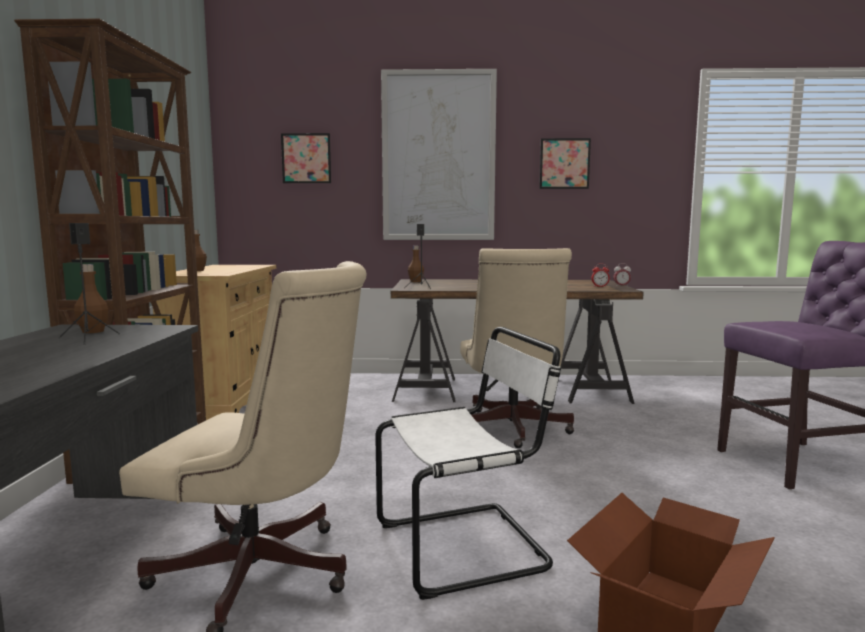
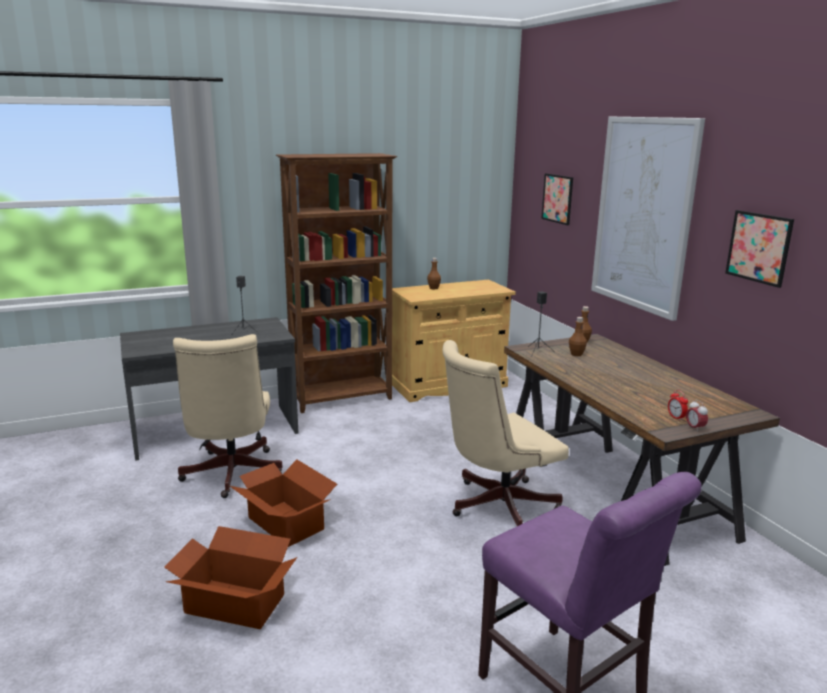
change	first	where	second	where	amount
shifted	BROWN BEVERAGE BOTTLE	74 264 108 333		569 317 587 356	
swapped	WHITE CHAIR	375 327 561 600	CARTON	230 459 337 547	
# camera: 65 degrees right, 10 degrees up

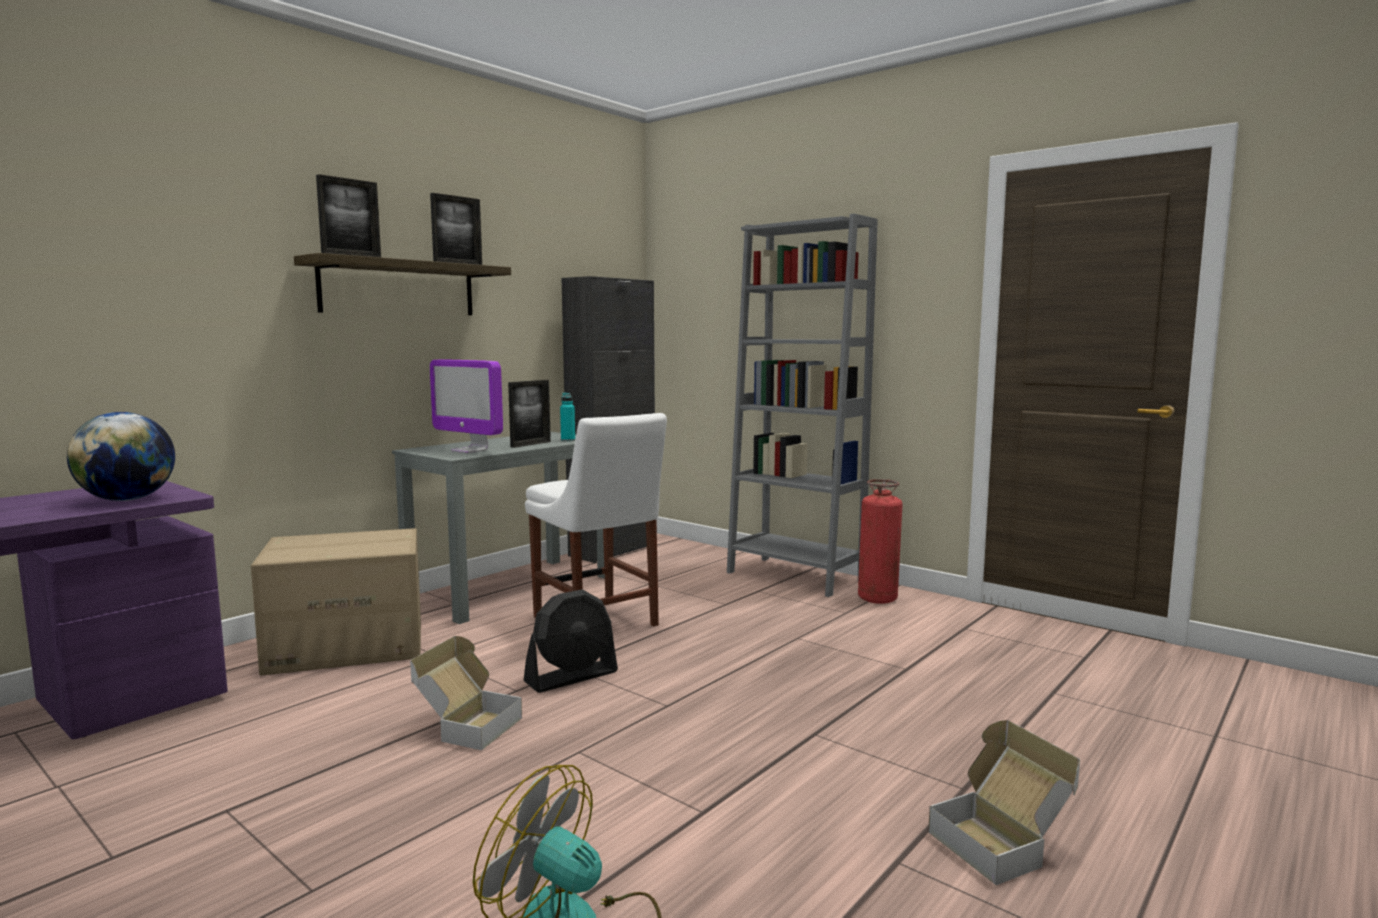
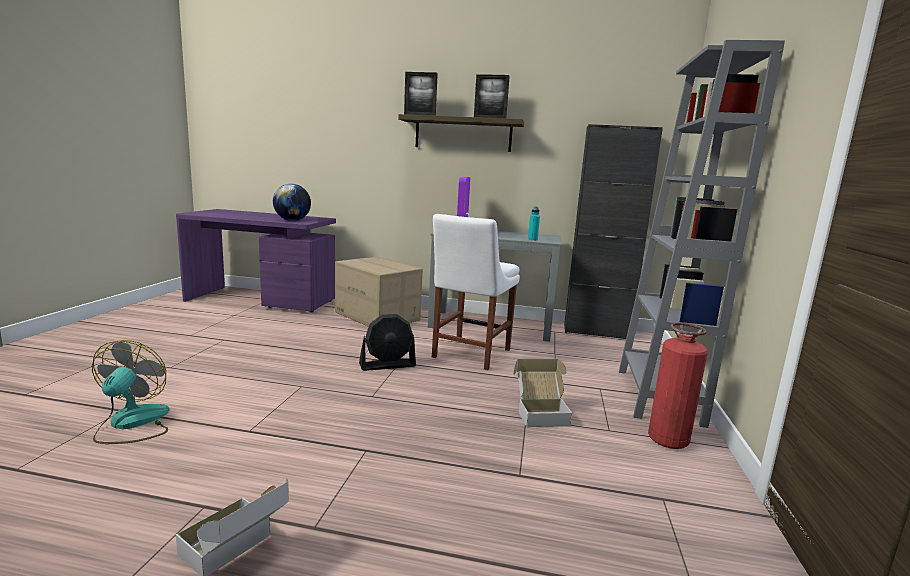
change	first	where	second	where	amount
shifted	CARTON	410 636 522 750		514 359 572 427	
gone	STANDING FRAME	508 380 551 448			
rotated	BLACK-COLOURED ELECTRIC FAN	523 589 618 693		359 314 416 371	45 degrees counterclockwise
# camera: 60 degrees right, 5 degrees up

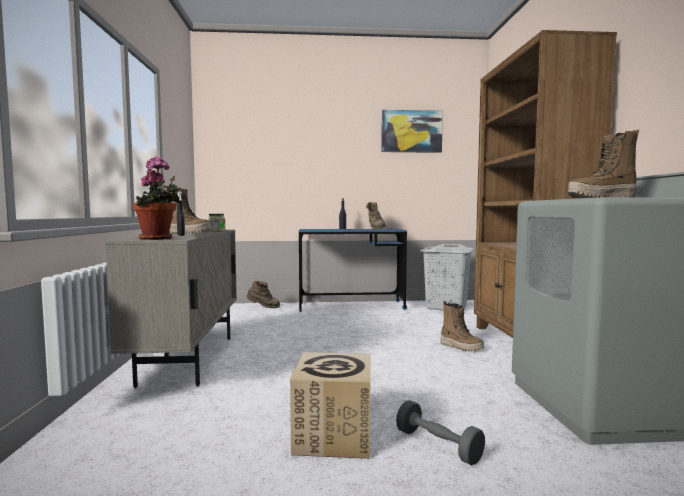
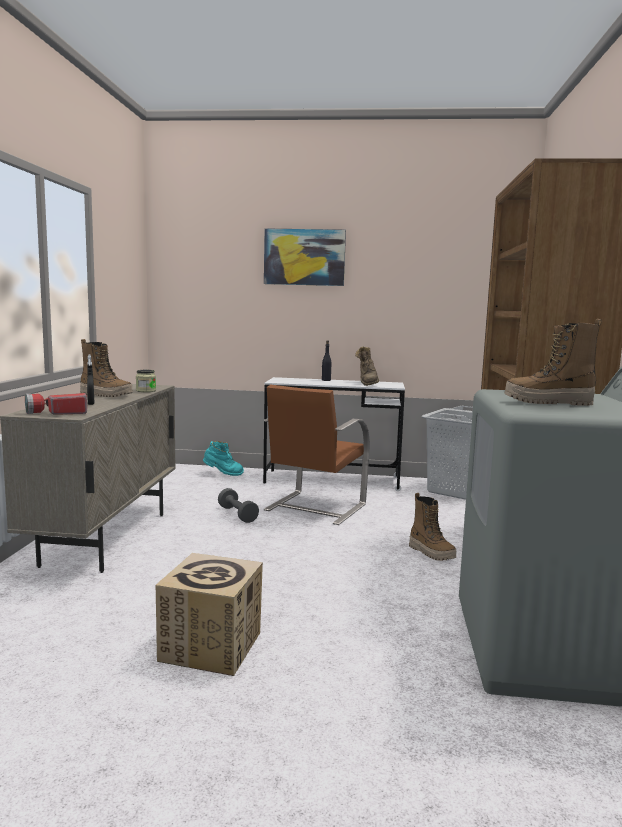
change	first	where	second	where	amount
swapped	PLANT IN A POT	133 156 180 240	FLASHLIGHT	25 393 87 415	
repainted	BROWN HIGH-TOP BOOT	247 281 280 308	BLUE-GREEN HIGH-TOP BOOT	203 441 244 476	
repainted	BLUE DESK UNIT	299 229 407 312	WHITE DESK UNIT	263 377 405 491	
shifted	WALL PICTURE	381 110 443 153		264 229 346 286	
shifted	GRAY DUMBBELL	396 400 485 465		218 488 259 523	
new			BROWN CHAIR	264 385 370 525	
# camera: 10 degrees right, 5 degrees up

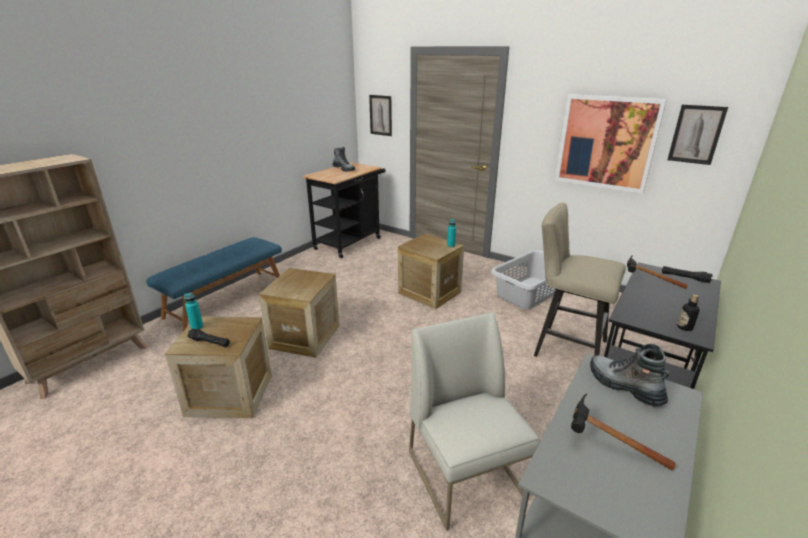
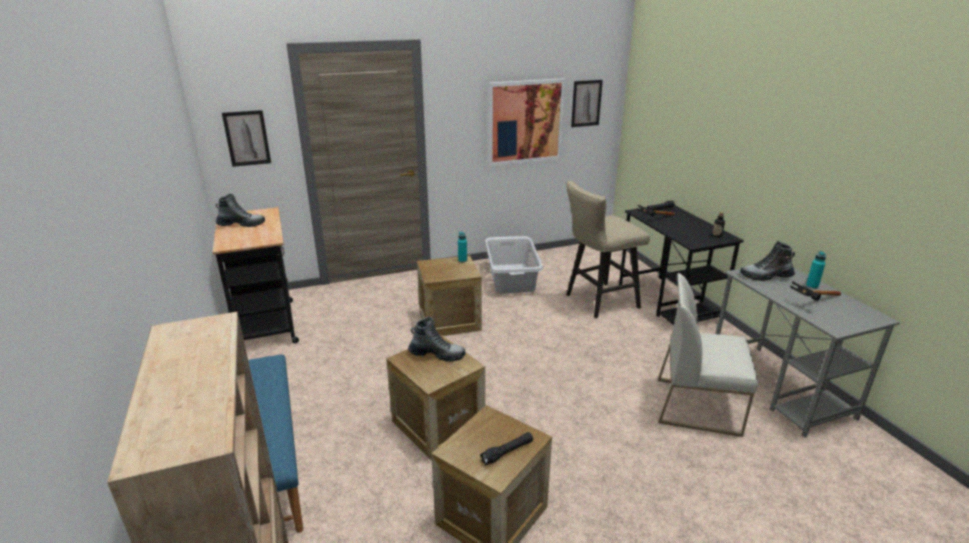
change	first	where	second	where	amount
shifted	BLUE-GREEN BEVERAGE BOTTLE	184 293 203 330		806 251 826 289	
new			HIGH-TOP BOOT	408 316 466 362	
# camera: 55 degrees left, 0 degrees up

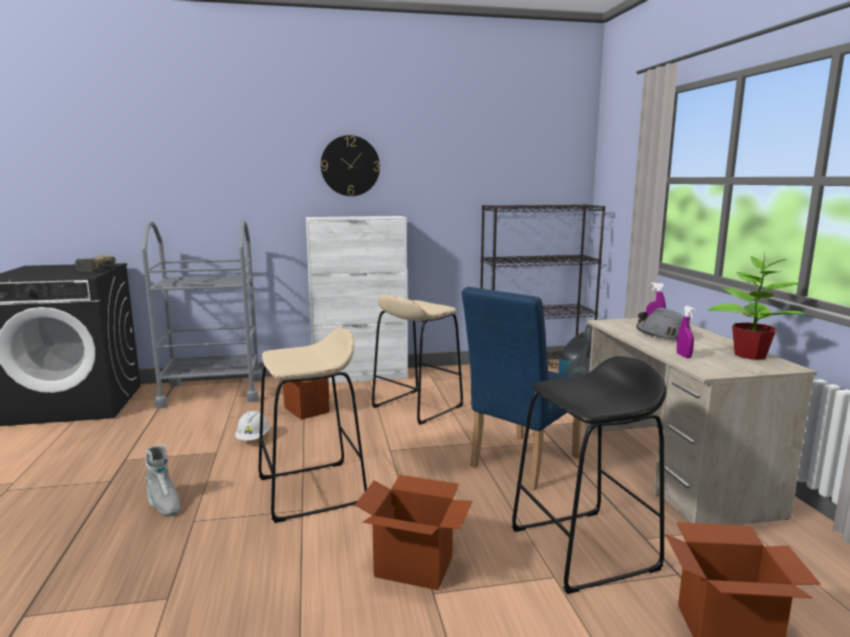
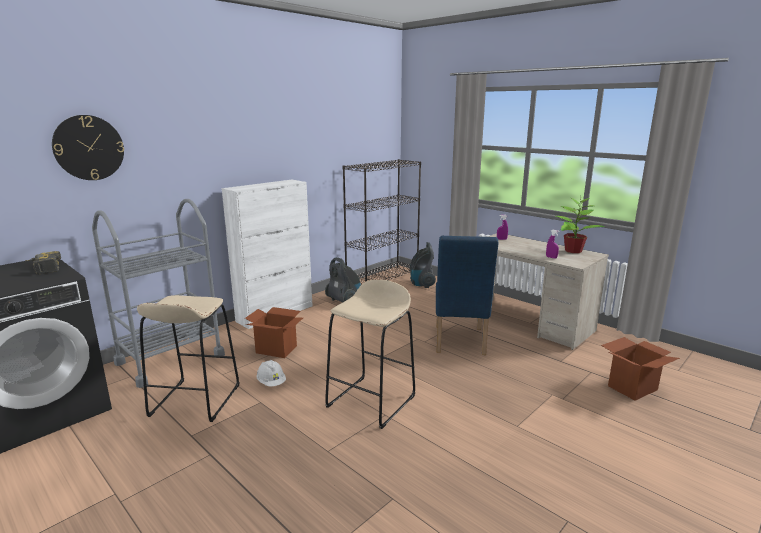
change	first	where	second	where	amount
gone	GRAY HIGH-TOP BOOT	145 444 180 516			
shifted	WALL CLOCK	321 135 380 196		52 115 124 180	
gone	CARTON	355 475 472 590			
shifted	BEIGE SITTING STOOL	372 295 463 425		137 295 239 422	
gone	BLACK-COLOURED SITTING STOOL	512 356 667 594			
gone	GRAY WORK HELMET	636 308 691 340			
new			HOOVER	325 257 361 302	
# camera: 35 degrees left, 5 degrees up

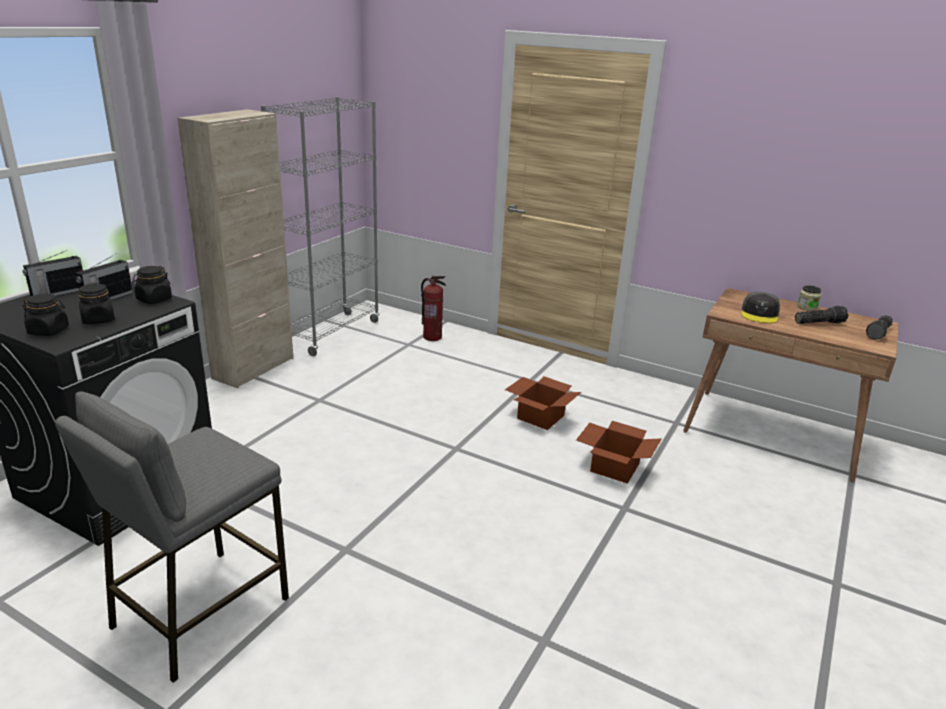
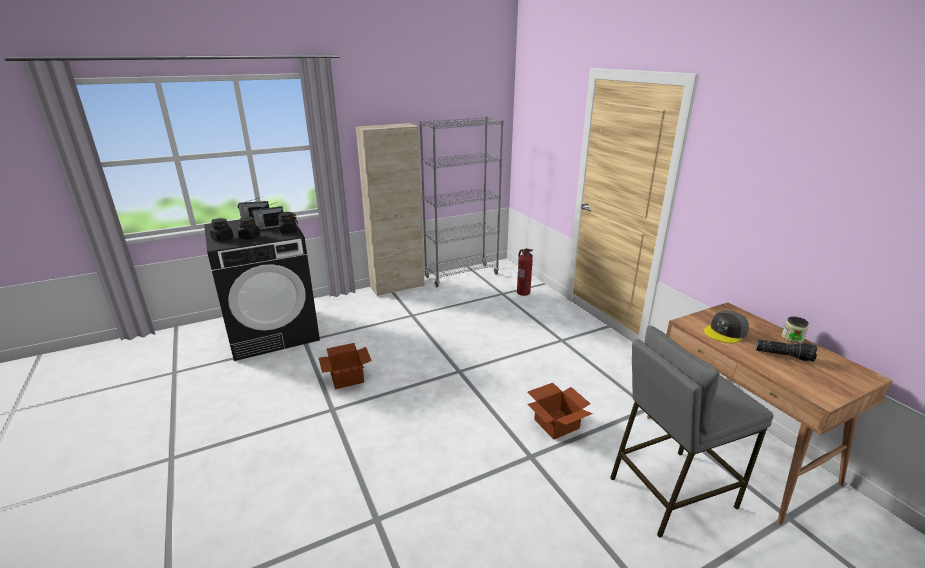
change	first	where	second	where	amount
shifted	GRAY SITTING STOOL	55 391 289 683		610 326 774 538	
shifted	CARTON	505 376 581 430		319 343 372 389	
gone	FLASHLIGHT	866 315 893 340			
# camera: 35 degrees right, 0 degrees up

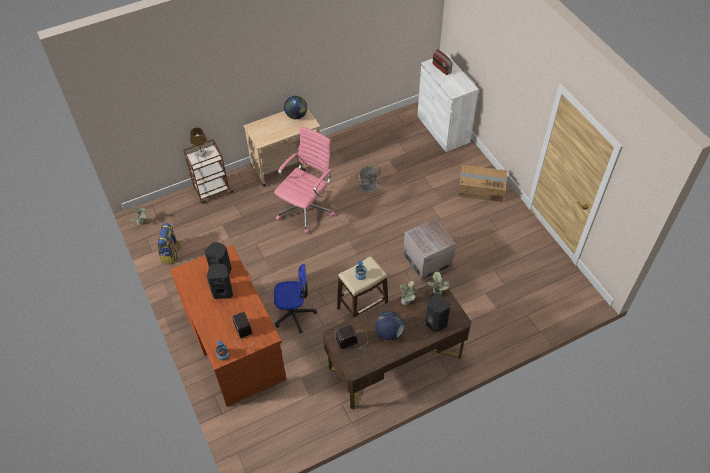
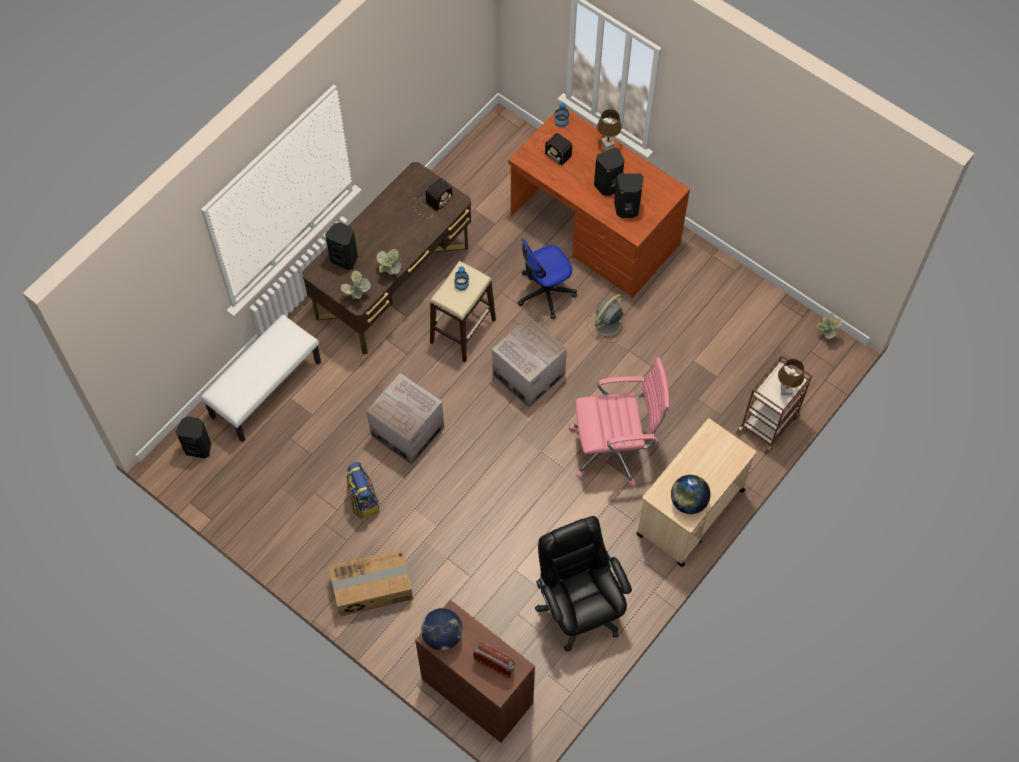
change	first	where	second	where	amount
shifted	BACKPACK	158 223 181 263		346 462 379 519	
rotated	PINK-COLOURED OFFICE CHAIR	274 126 335 234		569 358 669 487	105 degrees counterclockwise
shifted	GRAY ELECTRIC FAN	354 164 382 195		587 294 627 343	
shifted	GLOBE	375 311 404 340		421 608 463 650	
repainted	WHITE STORAGE CABINET	417 54 479 152	BROWN STORAGE CABINET	415 600 535 743	
new			BLACK-COLOURED AUDIO SPEAKER	176 416 211 458	
new			WHITE LONG SEAT	201 315 321 442	
new			CARTON	492 317 567 408	
new			BLACK-COLOURED OFFICE CHAIR	535 516 632 652	
new			BROWN TABLETOP LAMP	597 109 622 150	
# camera: 155 degrees right, 10 degrees up

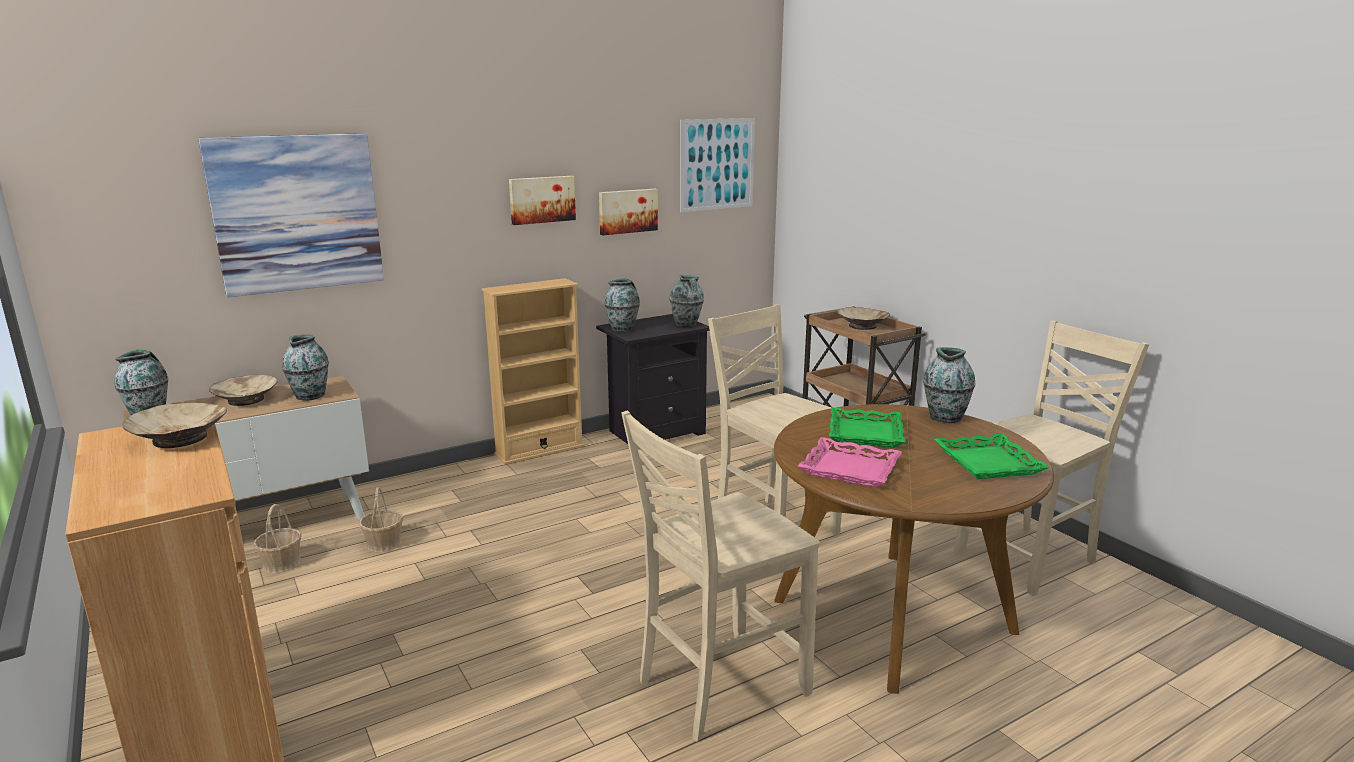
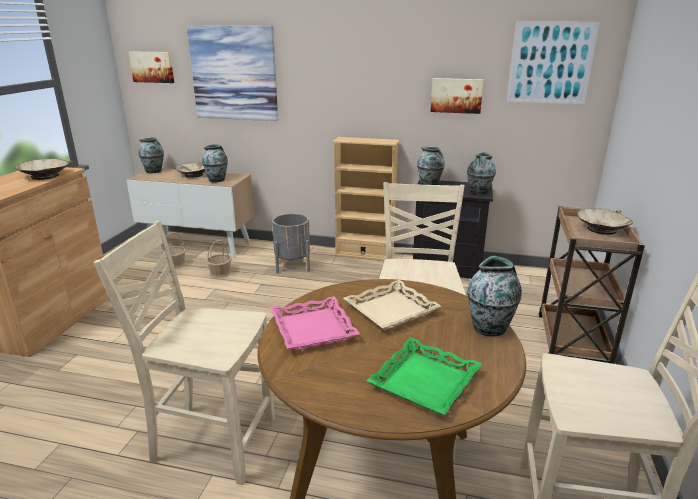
change	first	where	second	where	amount
shifted	WALL PICTURE	509 176 576 225		129 51 174 83	
repainted	GREEN-COLOURED SERVING TRAY	829 407 905 448	BEIGE SERVING TRAY	343 280 441 330	
new			GRAY PLANT POT	272 214 310 274	
# camera: 45 degrees right, 5 degrees up

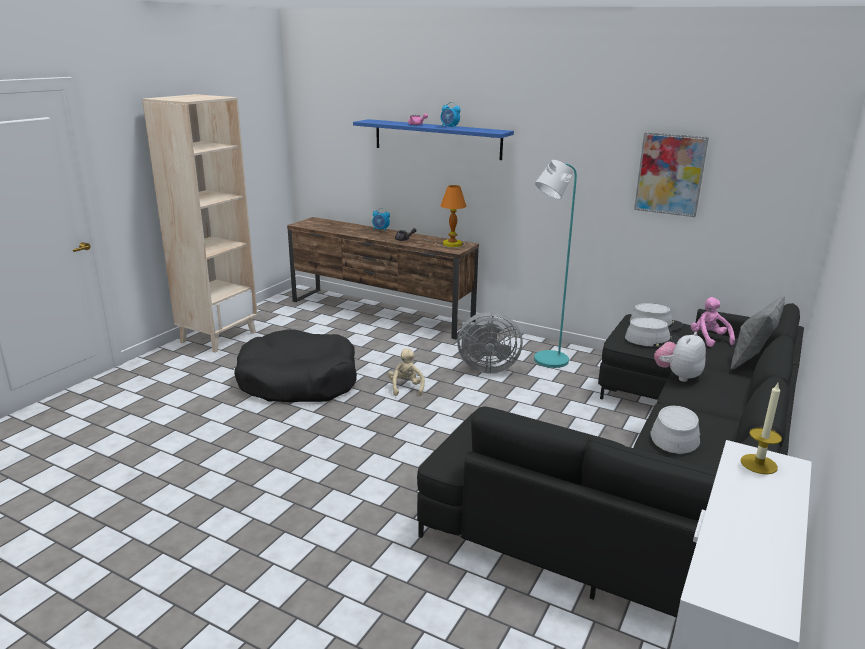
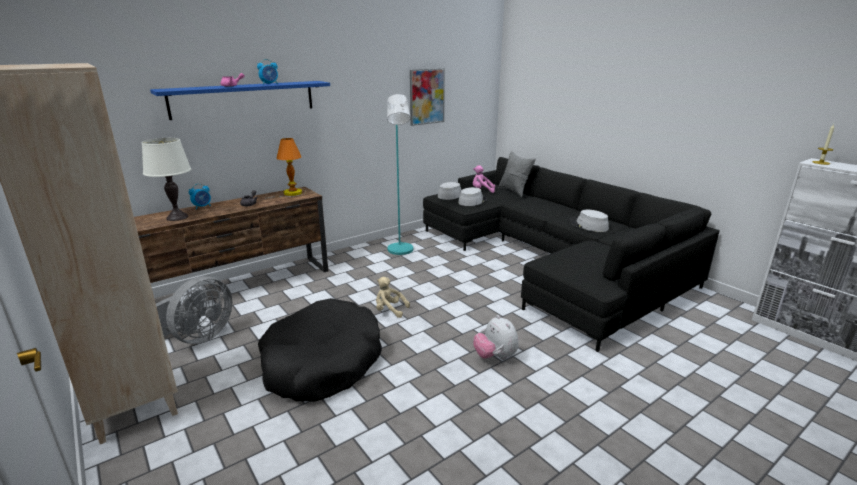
change	first	where	second	where	amount
shifted	GRAY ELECTRIC FAN	457 312 523 373		156 276 232 344	
shifted	CUDDLY TOY	654 332 706 382		473 315 519 360	
new			WHITE TABLETOP LAMP	142 138 191 221	
# camera: 65 degrees left, 0 degrees up

